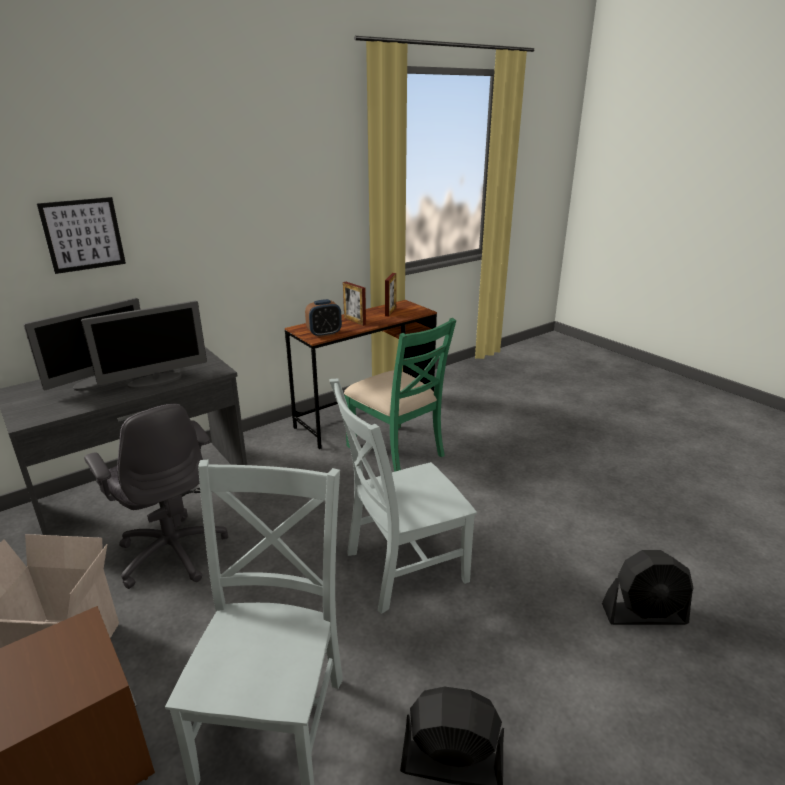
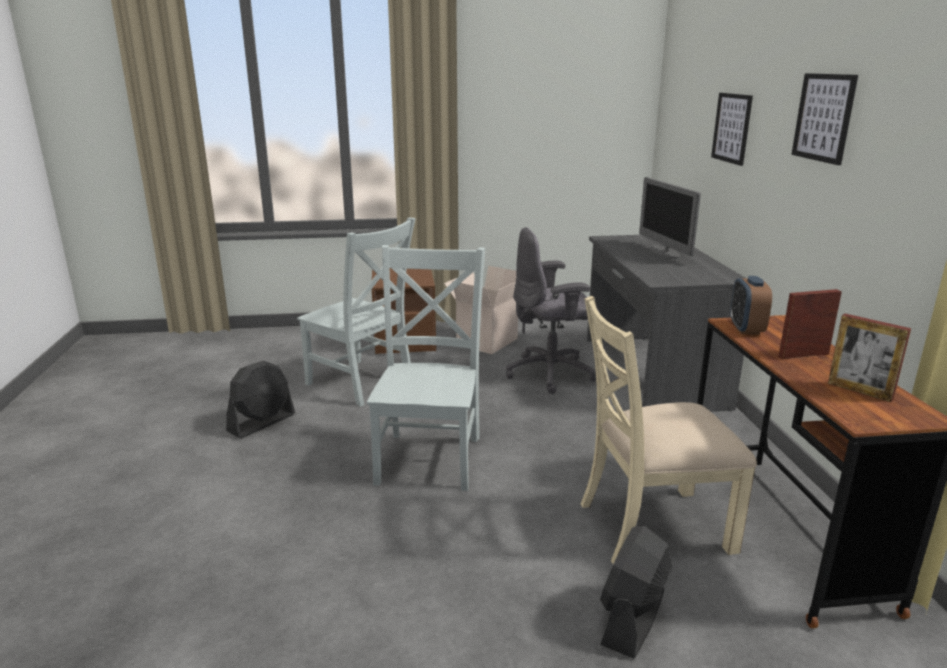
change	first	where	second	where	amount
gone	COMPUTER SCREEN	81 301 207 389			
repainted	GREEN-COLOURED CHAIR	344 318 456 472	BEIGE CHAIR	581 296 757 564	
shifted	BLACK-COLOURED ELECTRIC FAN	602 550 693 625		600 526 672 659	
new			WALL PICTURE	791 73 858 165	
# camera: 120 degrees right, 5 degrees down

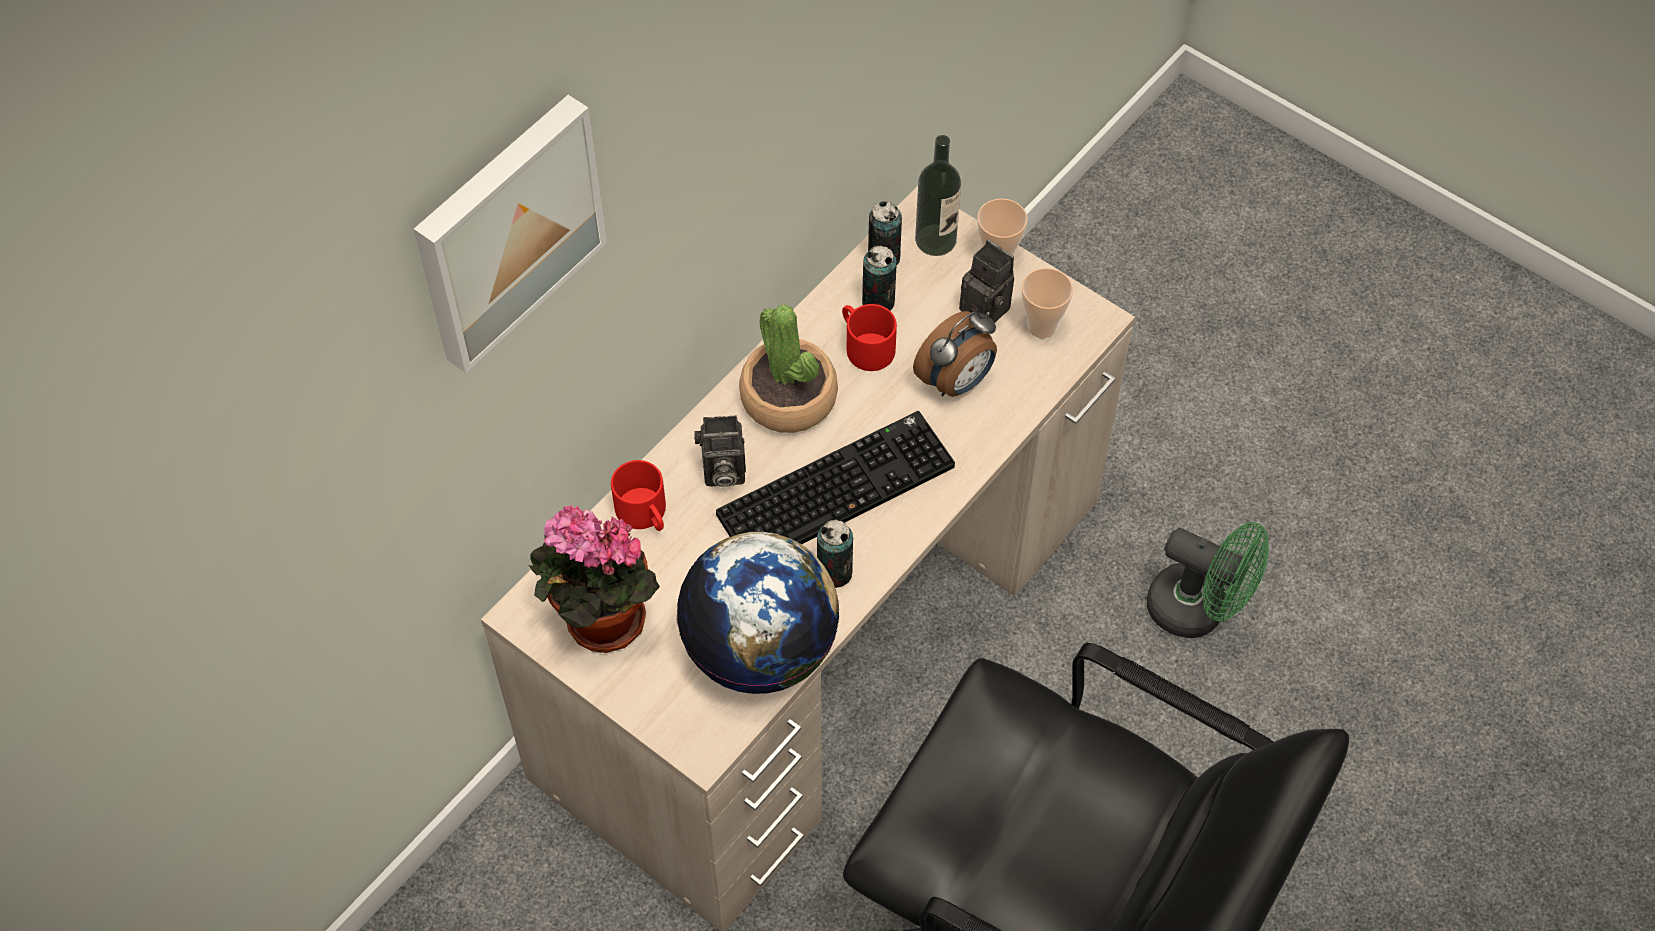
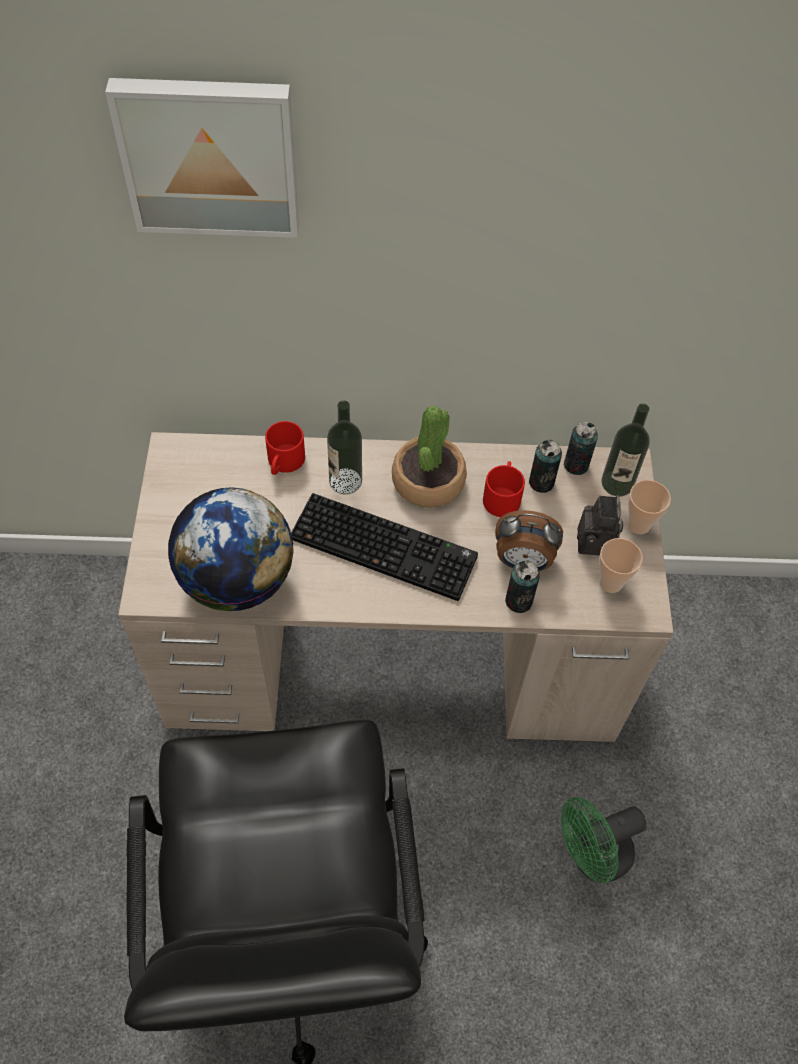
change	first	where	second	where	amount
gone	PLANT IN A POT	529 505 660 653			
swapped	PHOTO CAMERA	694 415 746 487	BEVERAGE BOTTLE	327 401 362 494	
shifted	SEALED CAN	817 519 853 588		505 561 540 613	
rotated	GREEN-COLOURED ELECTRIC FAN	1147 522 1269 638		561 797 646 883	75 degrees clockwise
# camera: 50 degrees right, 0 degrees up

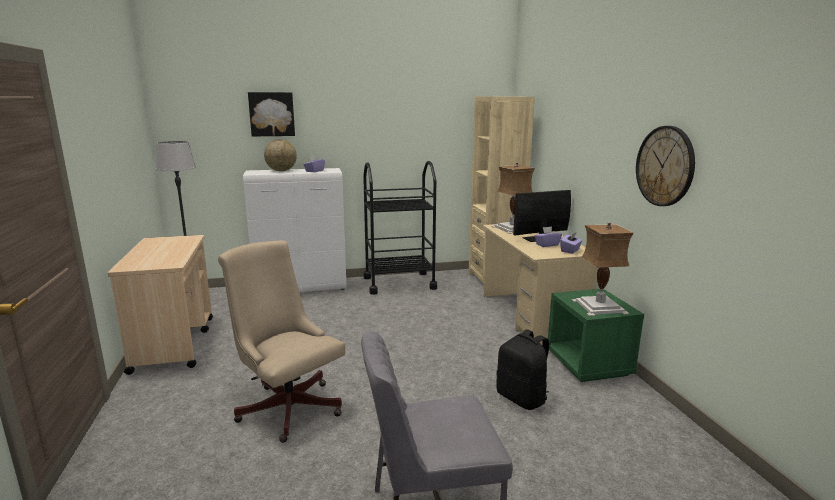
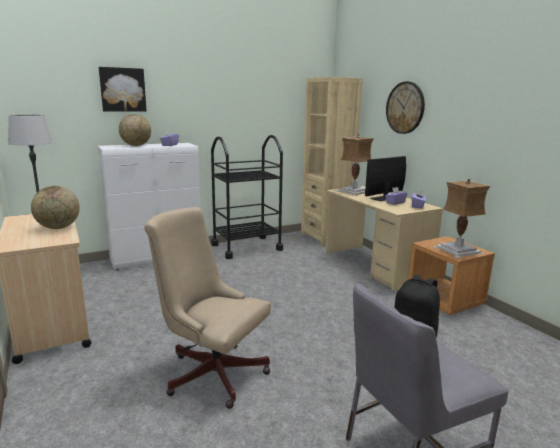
change	first	where	second	where	amount
repainted	GREEN-COLOURED BEDSIDE TABLE	548 289 644 382	BROWN BEDSIDE TABLE	408 236 495 315	
shifted	WALL CLOCK	636 126 695 206		386 81 425 134	
new			GLOBE	31 186 80 229	
# camera: 15 degrees left, 0 degrees up

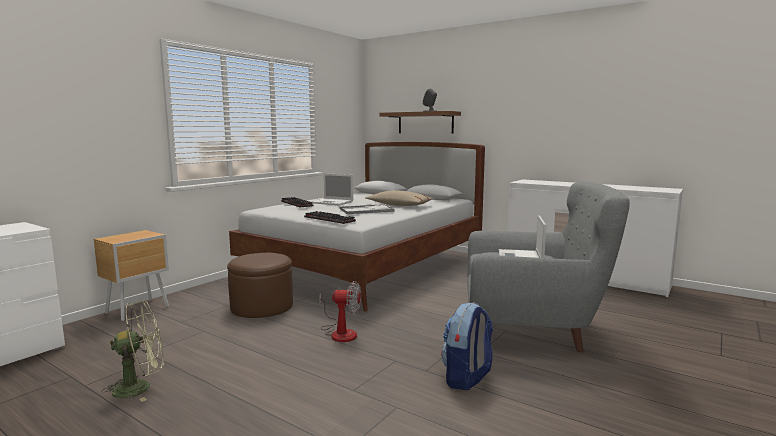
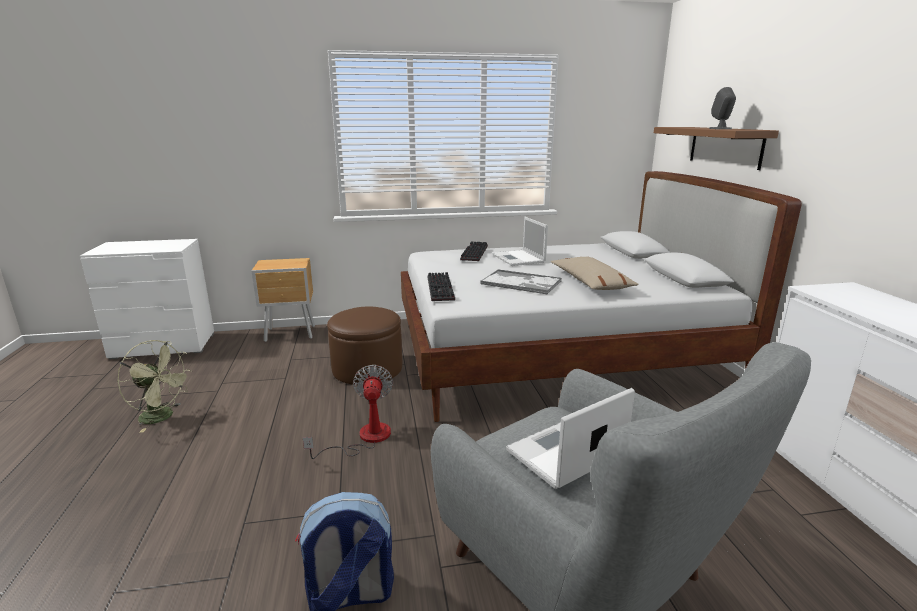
change	first	where	second	where	amount
rotated	ELECTRIC FAN	319 281 361 342		303 365 393 459	150 degrees counterclockwise
# camera: 45 degrees right, 10 degrees up

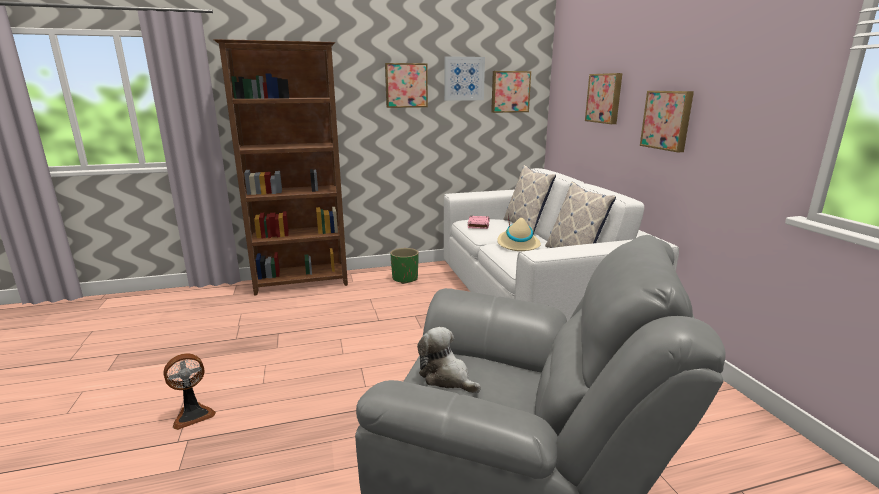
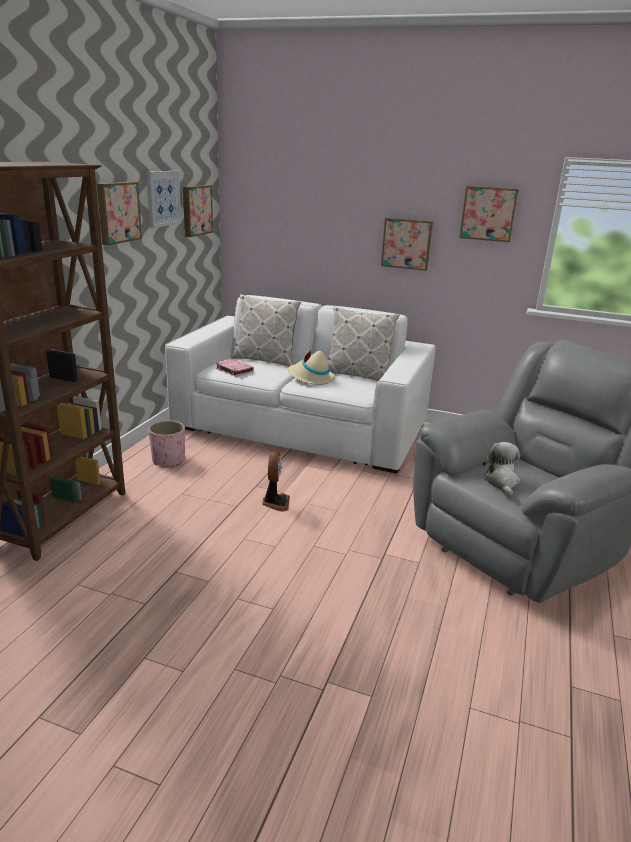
change	first	where	second	where	amount
shifted	ELECTRIC FAN	164 353 216 430		262 451 290 512	
repainted	GREEN-COLOURED PLANT POT	390 248 419 284	PINK-COLOURED PLANT POT	148 420 185 466	
rotated	CUDDLY TOY	417 327 481 393		483 442 520 497	105 degrees clockwise
shifted	WALL PICTURE	585 73 622 124		459 186 519 242	
# camera: 55 degrees left, 5 degrees up

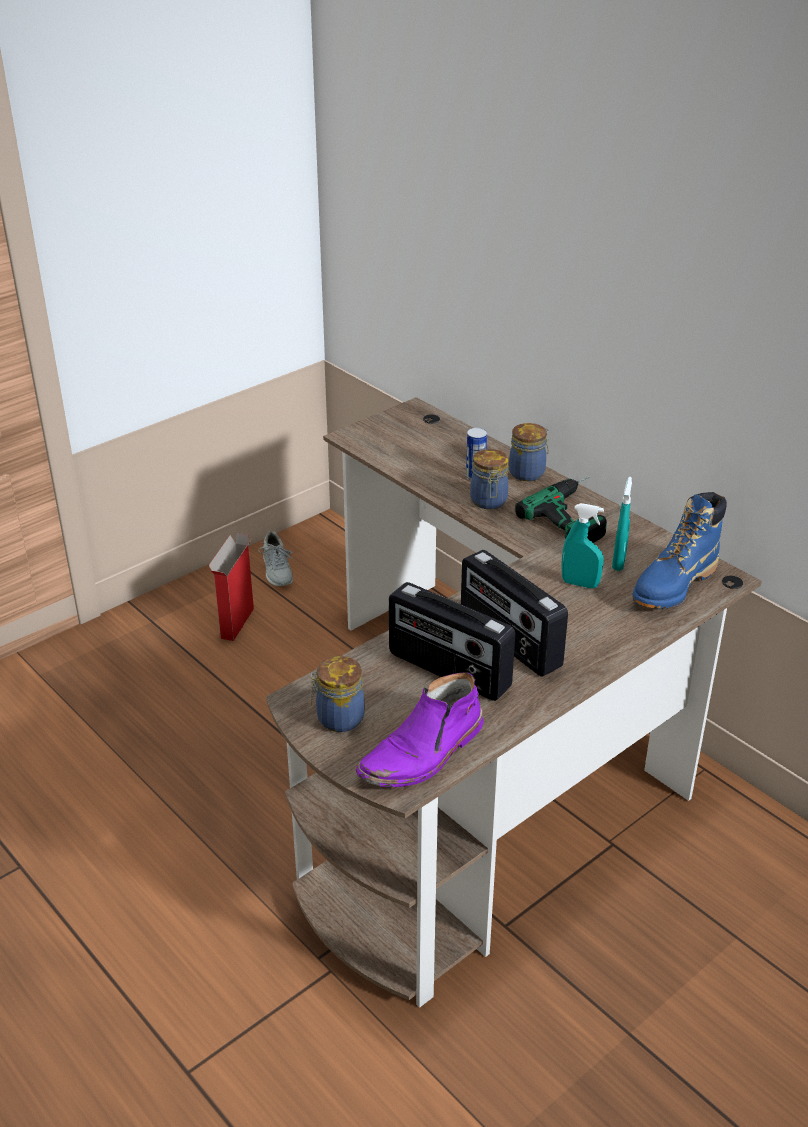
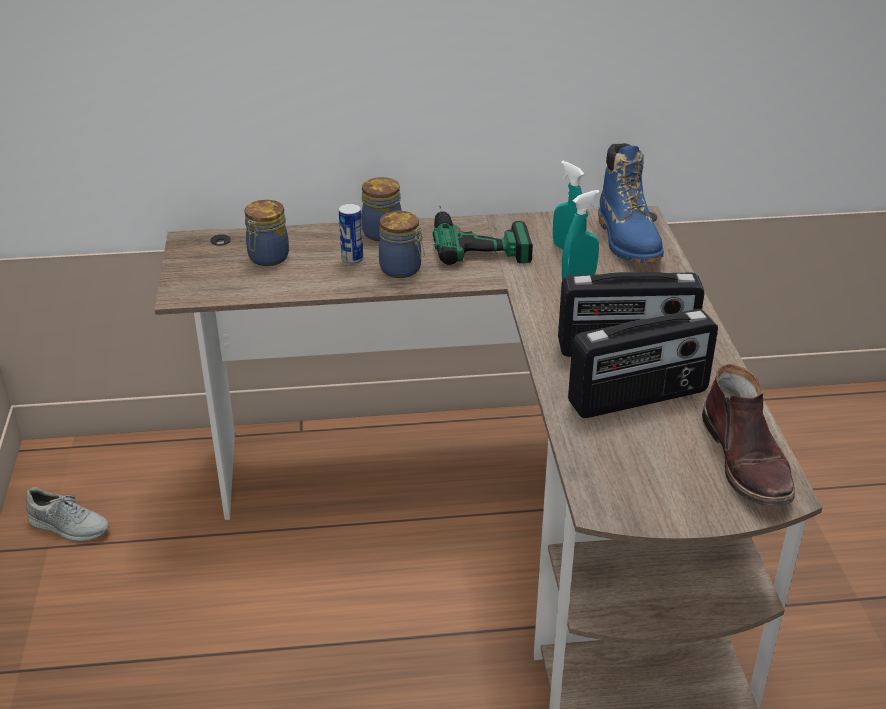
change	first	where	second	where	amount
gone	CARTON	209 533 254 641			
shifted	STORAGE JAR	310 656 365 732		244 200 289 266	
repainted	PURPLE HIGH-TOP BOOT	356 672 484 787	BROWN HIGH-TOP BOOT	702 364 795 506	
# camera: 55 degrees left, 0 degrees up

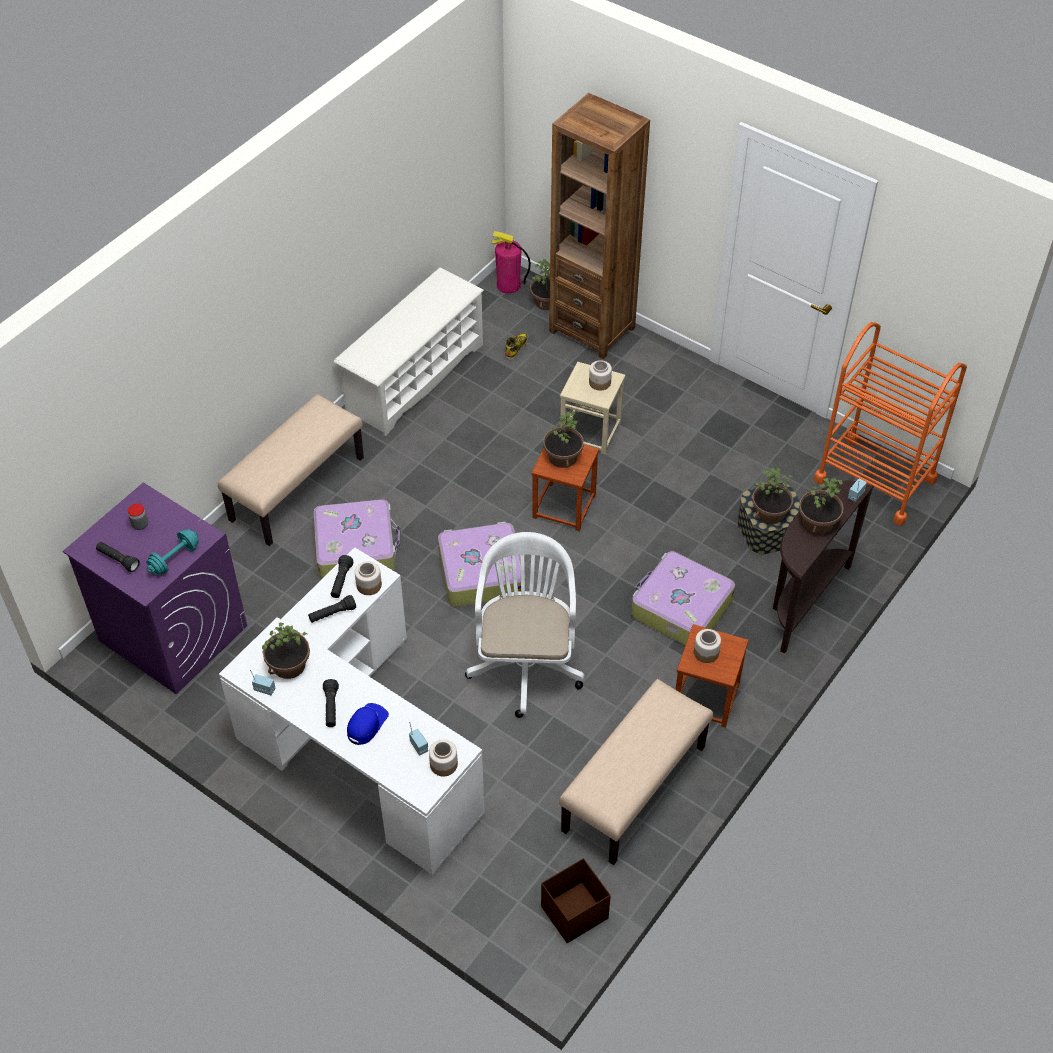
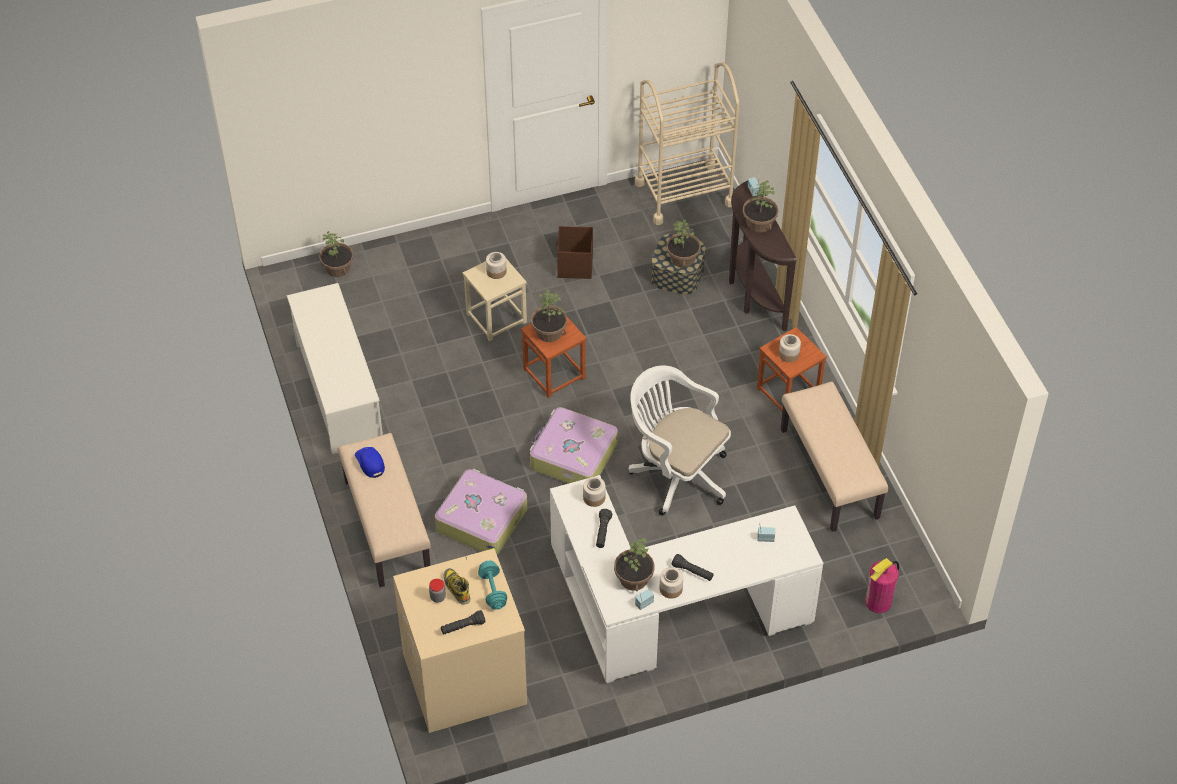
change	first	where	second	where	amount
repainted	PURPLE LAUNDRY APPLIANCE	63 482 247 695	BEIGE LAUNDRY APPLIANCE	393 548 527 733	
gone	BLACK-COLOURED FLASHLIGHT	331 555 354 598			
shifted	BLUE BASEBALL CAP	347 703 389 745		355 447 385 478	
shifted	STORAGE JAR	429 739 458 777		660 567 683 599	
shifted	FIRE EXTINGUISHER	491 231 531 294		865 558 899 613	
shifted	HIGH-TOP BOOT	505 333 529 360		444 568 470 604	
shifted	BROWN STORAGE BIN	541 858 611 943		556 226 593 279	
gone	BROWN SHELVING UNIT	549 93 650 359			
gone	TRAVEL CASE	631 551 735 645			
repainted	ORANGEY TROLLEY	814 322 967 526	BEIGE TROLLEY	635 63 739 225	
# camera: 55 degrees left, 0 degrees up

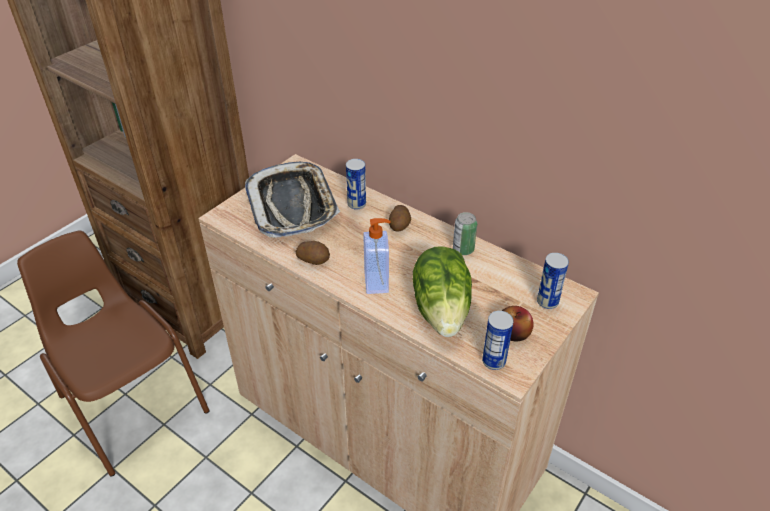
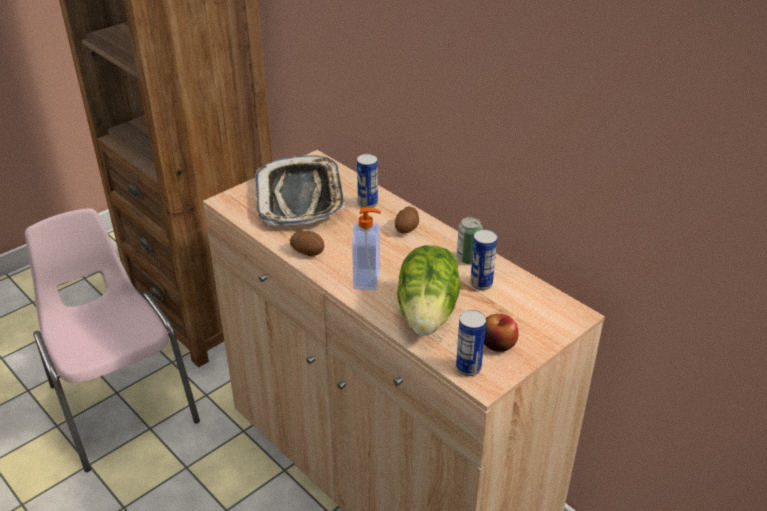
change	first	where	second	where	amount
repainted	BROWN CHAIR	17 230 209 477	PINK-COLOURED CHAIR	25 208 200 472	
shifted	SEALED CAN	537 253 569 309		470 229 497 290	
# camera: 10 degrees right, 5 degrees down

